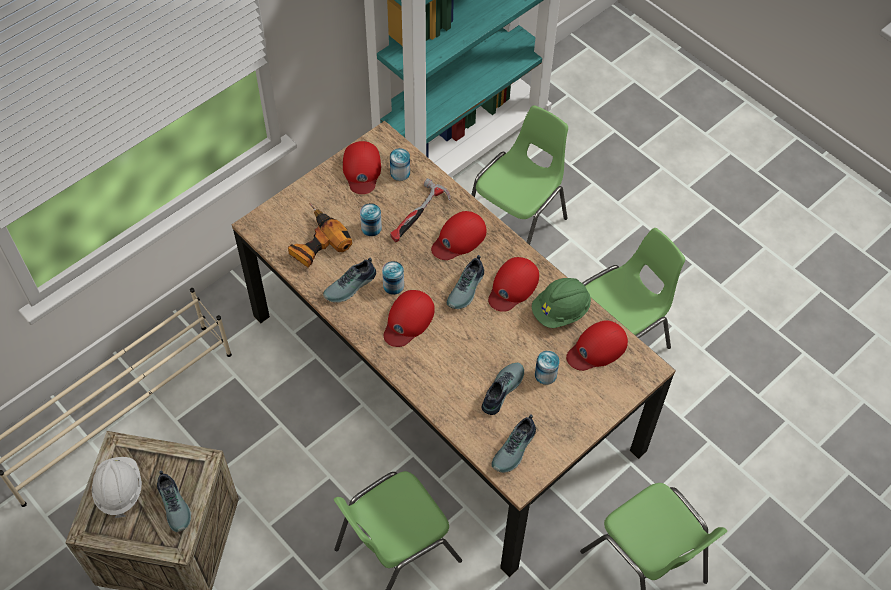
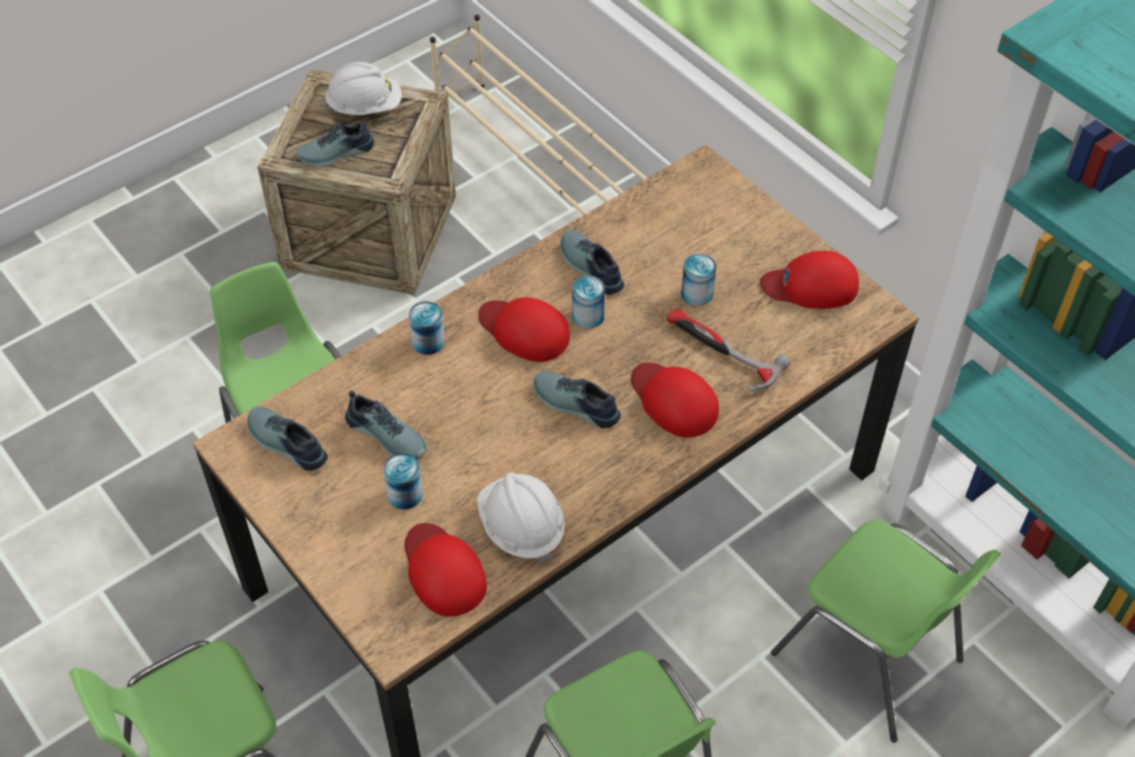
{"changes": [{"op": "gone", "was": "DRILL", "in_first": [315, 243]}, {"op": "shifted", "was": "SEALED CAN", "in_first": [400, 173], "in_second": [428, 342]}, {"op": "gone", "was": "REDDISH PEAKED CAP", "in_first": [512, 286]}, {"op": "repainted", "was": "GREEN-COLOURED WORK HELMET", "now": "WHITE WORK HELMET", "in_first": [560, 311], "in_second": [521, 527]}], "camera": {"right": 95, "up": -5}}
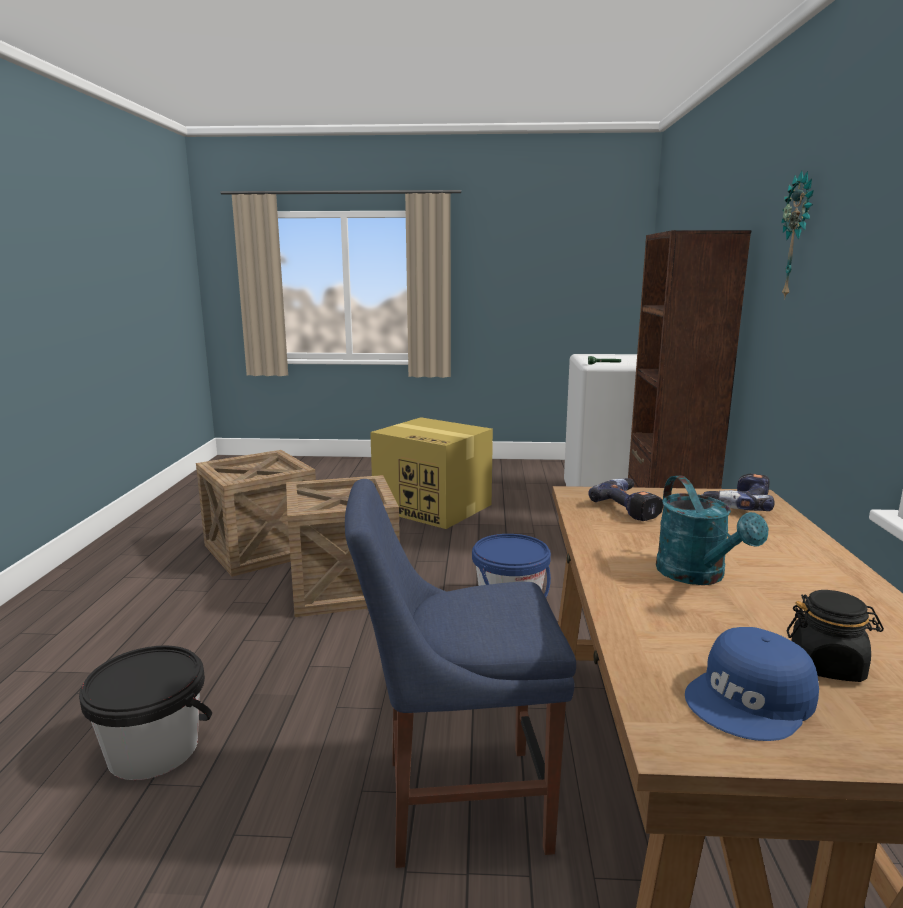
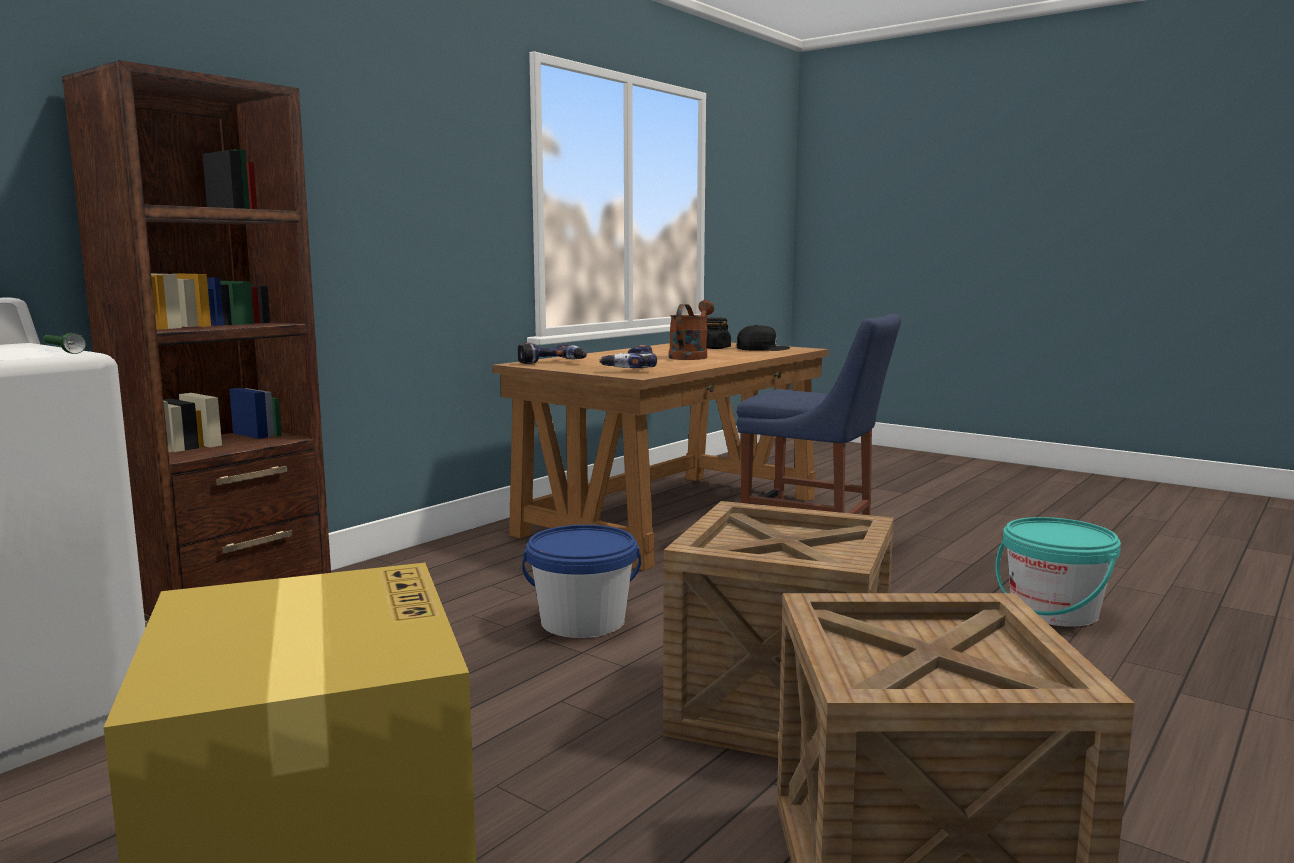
{"changes": [{"op": "repainted", "was": "BLACK PAIL", "now": "TURQUOISE-COLOURED PAIL", "in_first": [153, 749], "in_second": [1054, 611]}, {"op": "repainted", "was": "TURQUOISE-COLOURED WATERING POT", "now": "BROWNISH WATERING POT", "in_first": [698, 576], "in_second": [690, 356]}, {"op": "repainted", "was": "BLUE-COLOURED PEAKED CAP", "now": "BLACK PEAKED CAP", "in_first": [752, 699], "in_second": [762, 348]}, {"op": "gone", "was": "HANGING CLOCK", "in_first": [798, 236]}], "camera": {"right": -145, "up": -5}}
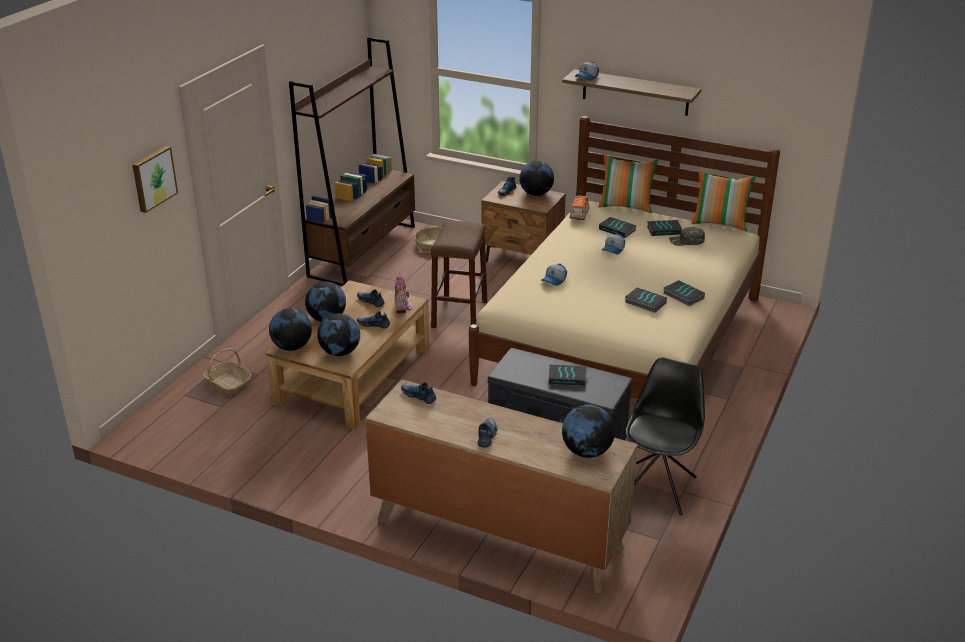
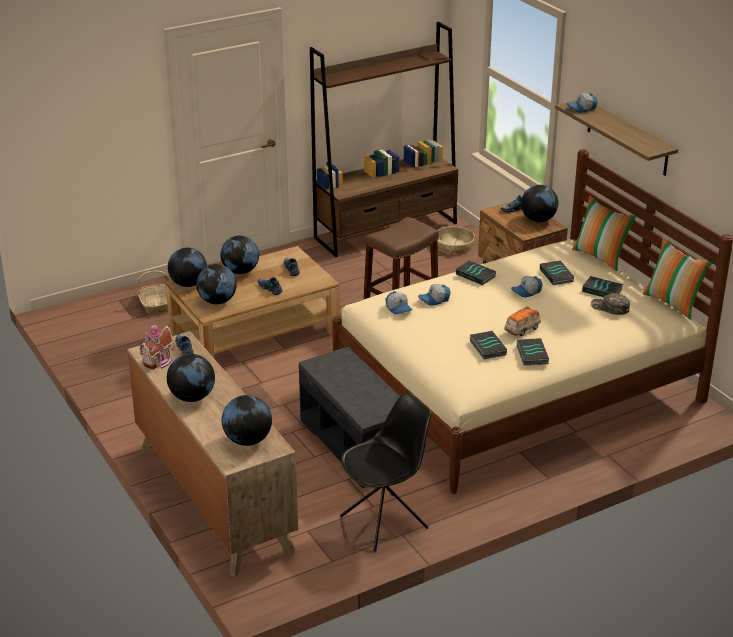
{"changes": [{"op": "gone", "was": "WALL PICTURE", "in_first": [153, 178]}, {"op": "shifted", "was": "MODEL HOUSE", "in_first": [403, 307], "in_second": [159, 362]}, {"op": "swapped", "was": "LOW SHOE", "now": "GLOBE", "in_first": [487, 436], "in_second": [192, 397]}, {"op": "shifted", "was": "BOUND BOOK", "in_first": [567, 377], "in_second": [476, 275]}, {"op": "shifted", "was": "TOY CAR", "in_first": [579, 215], "in_second": [522, 329]}, {"op": "new", "now": "PEAKED CAP", "in_second": [399, 308]}], "camera": {"right": 35, "up": 0}}
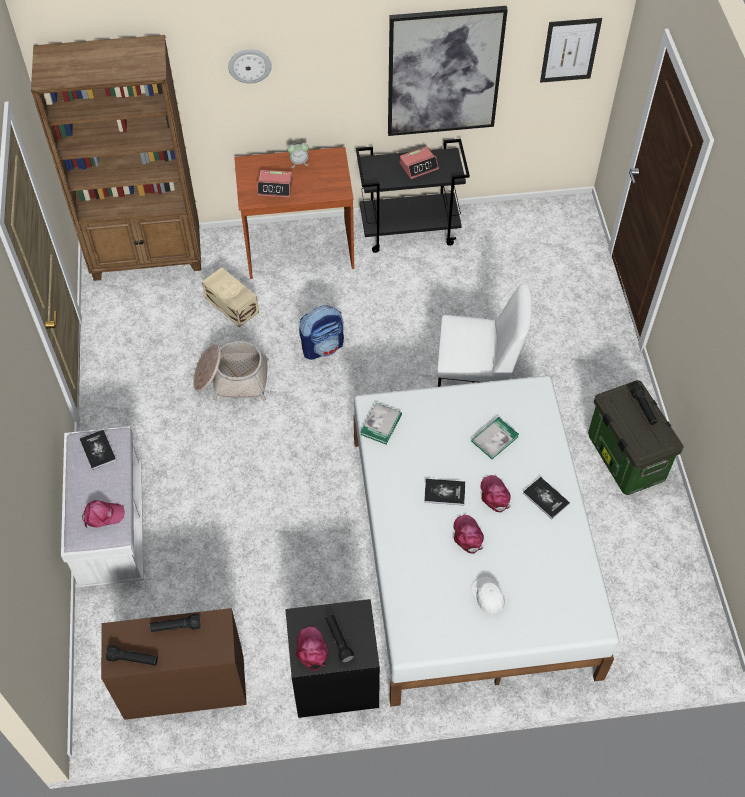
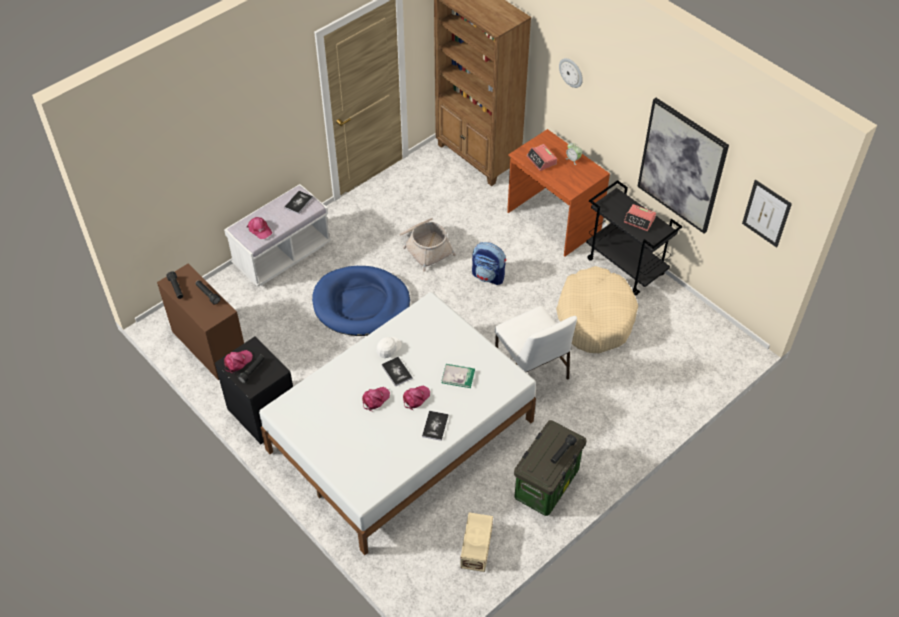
{"changes": [{"op": "shifted", "was": "BEIGE-COLOURED STORAGE CONTAINER", "in_first": [231, 306], "in_second": [475, 548]}, {"op": "gone", "was": "BOUND BOOK", "in_first": [381, 425]}, {"op": "shifted", "was": "WHITE PEAKED CAP", "in_first": [488, 596], "in_second": [388, 348]}, {"op": "new", "now": "BLUE-COLOURED DOG BED", "in_second": [361, 304]}, {"op": "new", "now": "BEIGE-COLOURED DOG BED", "in_second": [595, 317]}], "camera": {"right": 55, "up": -5}}
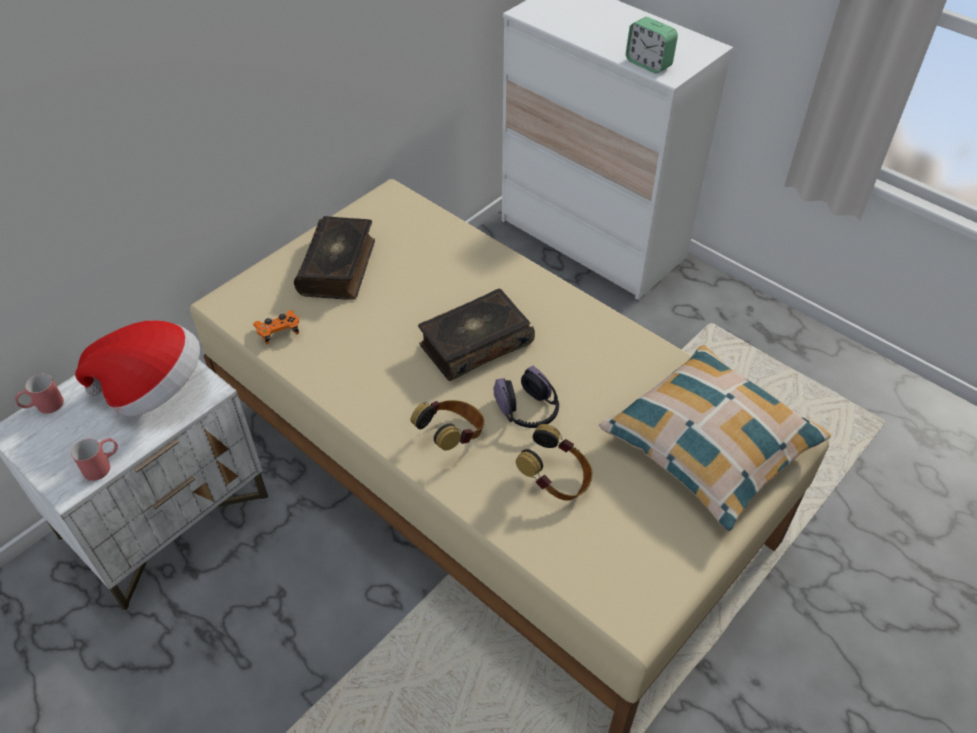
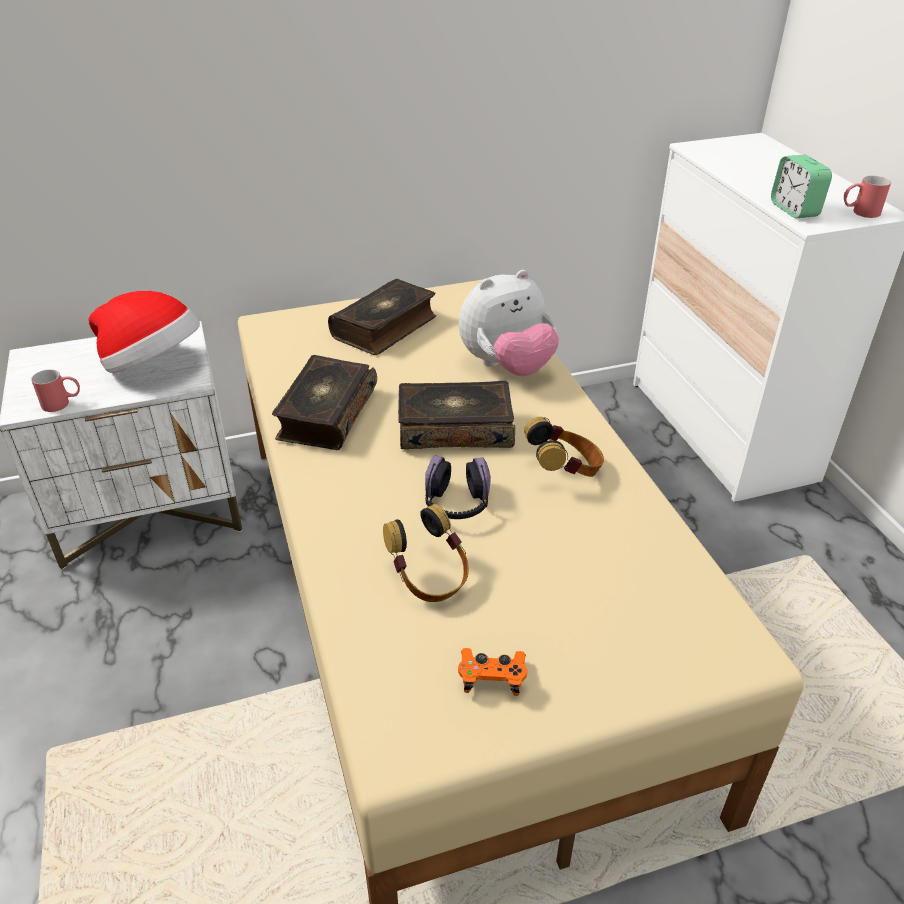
{"changes": [{"op": "shifted", "was": "REDDISH COFFEE MUG", "in_first": [43, 406], "in_second": [859, 212]}, {"op": "shifted", "was": "ORANGE-COLOURED GAMEPAD", "in_first": [278, 332], "in_second": [492, 678]}, {"op": "shifted", "was": "PAIR OF HEADPHONES", "in_first": [452, 436], "in_second": [564, 471]}, {"op": "gone", "was": "PILLOW", "in_first": [710, 444]}, {"op": "new", "now": "BOUND BOOK", "in_second": [326, 414]}, {"op": "new", "now": "SOFT TOY", "in_second": [507, 367]}], "camera": {"right": 30, "up": -10}}
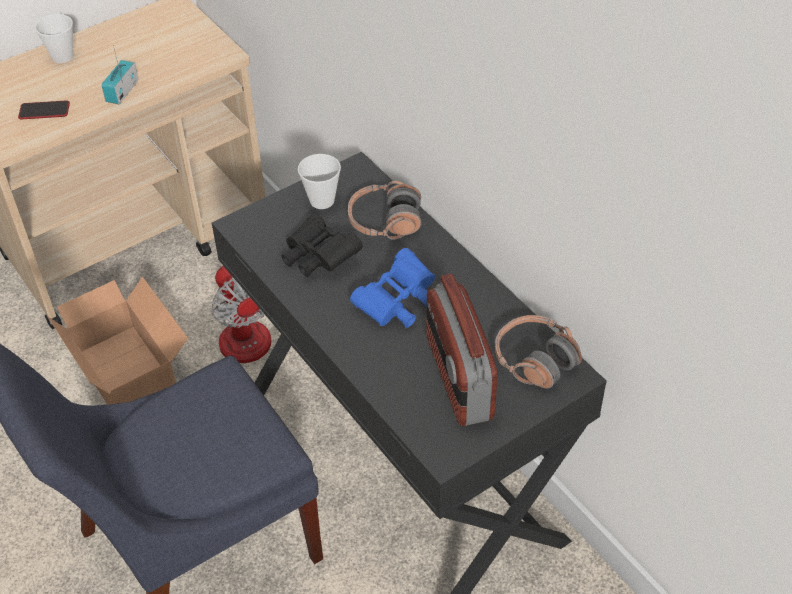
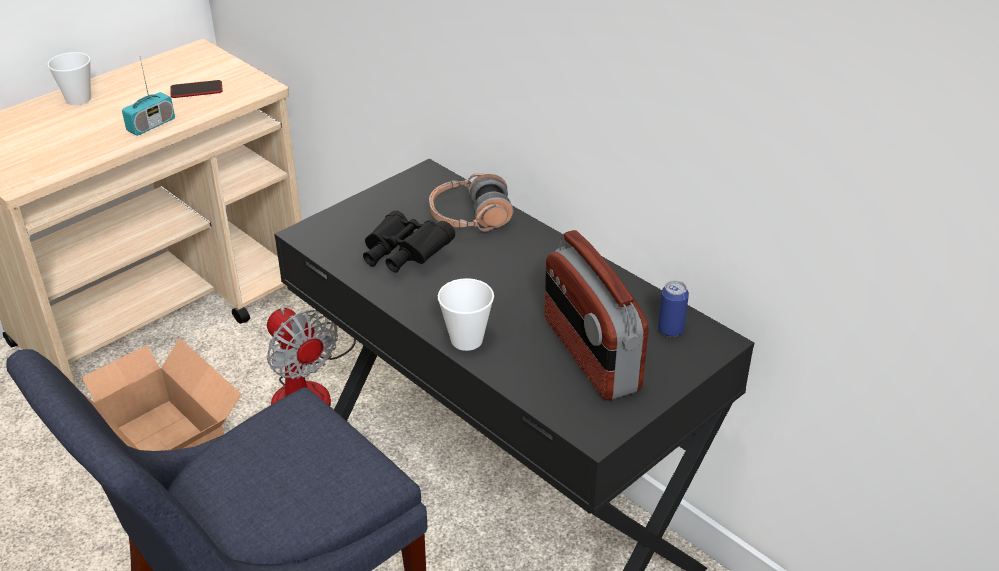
{"changes": [{"op": "shifted", "was": "PHONE", "in_first": [44, 111], "in_second": [196, 90]}, {"op": "rotated", "was": "RADIO", "in_first": [122, 91], "in_second": [151, 125], "clockwise": -150}, {"op": "shifted", "was": "CUP", "in_first": [322, 200], "in_second": [466, 340]}, {"op": "gone", "was": "BLUE-COLOURED FIELD GLASSES", "in_first": [398, 303]}, {"op": "swapped", "was": "PAIR OF HEADPHONES", "now": "SEALED CAN", "in_first": [535, 360], "in_second": [670, 330]}], "camera": {"right": -10, "up": -10}}
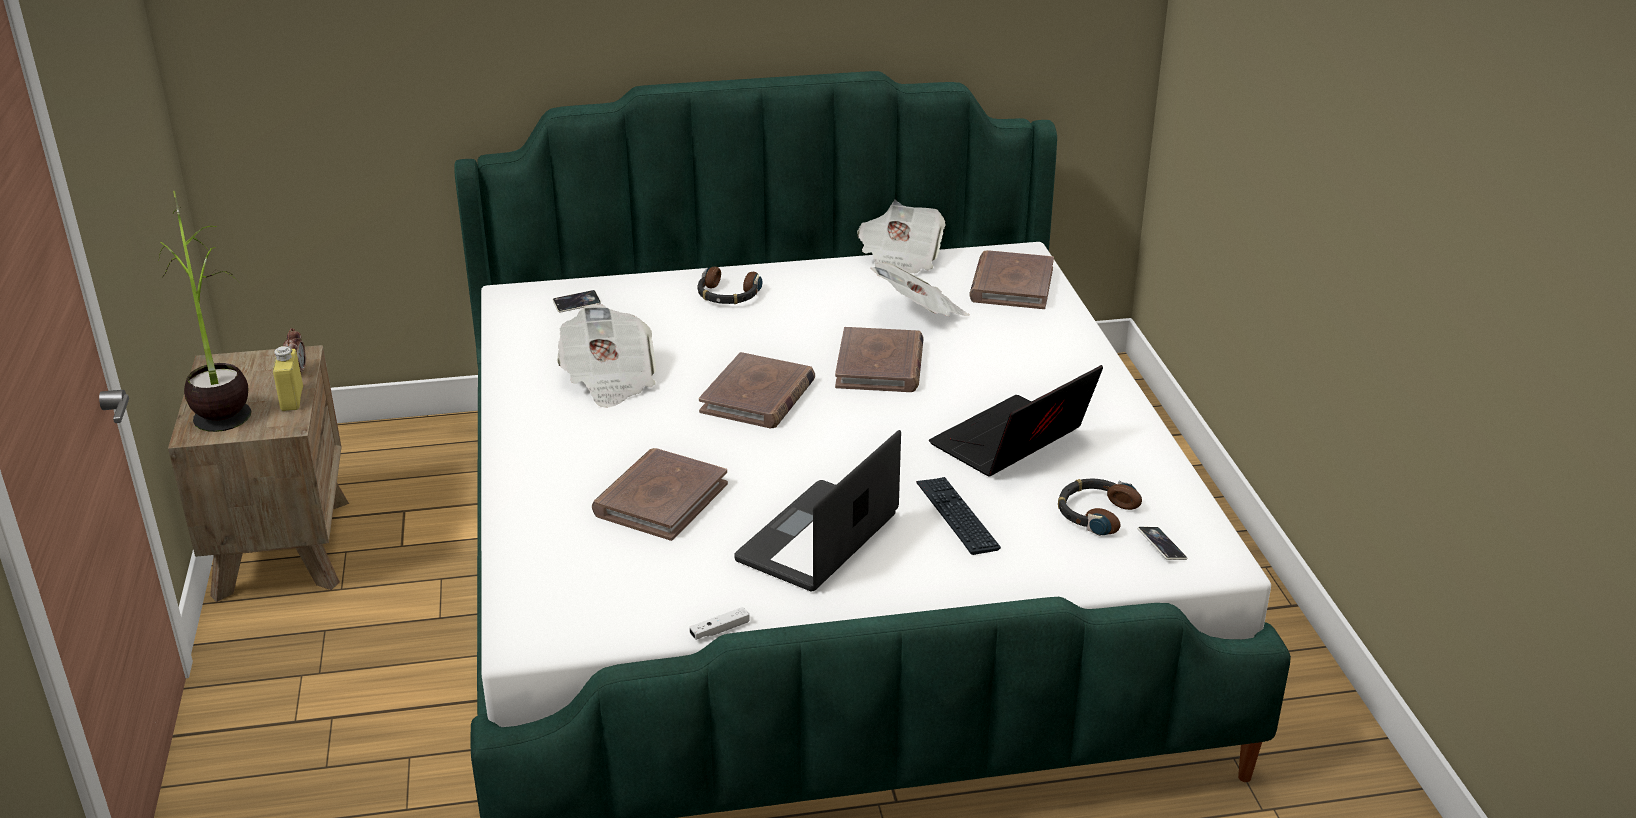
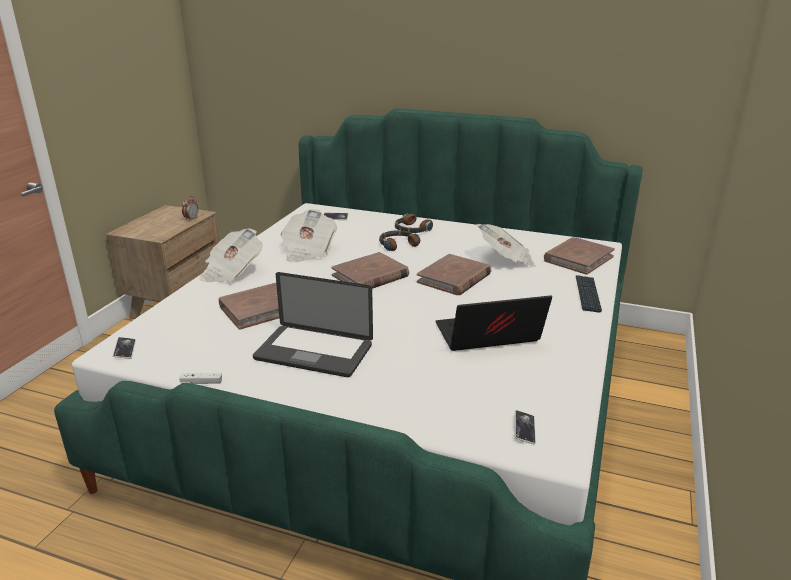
{"changes": [{"op": "gone", "was": "HOUSEPLANT", "in_first": [221, 398]}, {"op": "gone", "was": "YELLOW BEVERAGE BOTTLE", "in_first": [292, 399]}, {"op": "rotated", "was": "NOTEBOOK COMPUTER", "in_first": [818, 538], "in_second": [313, 352], "clockwise": -135}, {"op": "shifted", "was": "DAILY PAPER", "in_first": [899, 259], "in_second": [231, 272]}, {"op": "shifted", "was": "PC KEYBOARD", "in_first": [957, 517], "in_second": [587, 294]}, {"op": "shifted", "was": "PAIR OF HEADPHONES", "in_first": [1095, 513], "in_second": [398, 244]}, {"op": "new", "now": "PHONE", "in_second": [125, 350]}], "camera": {"right": 30, "up": -5}}
